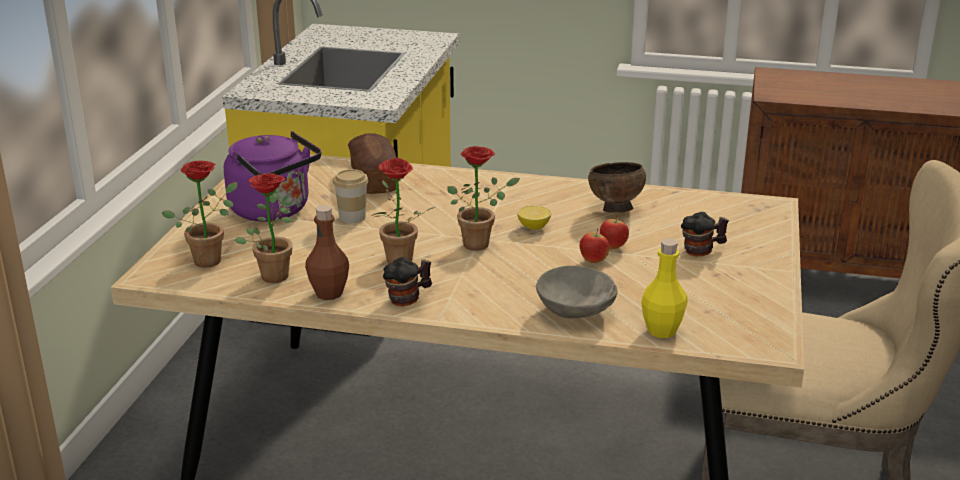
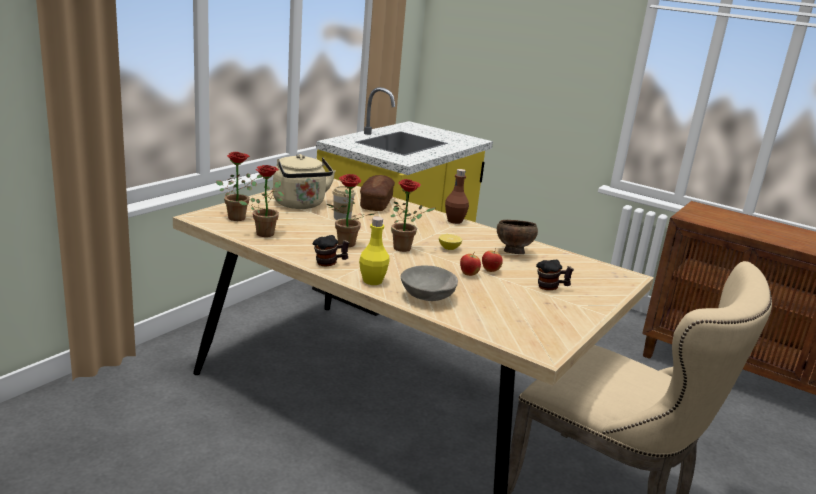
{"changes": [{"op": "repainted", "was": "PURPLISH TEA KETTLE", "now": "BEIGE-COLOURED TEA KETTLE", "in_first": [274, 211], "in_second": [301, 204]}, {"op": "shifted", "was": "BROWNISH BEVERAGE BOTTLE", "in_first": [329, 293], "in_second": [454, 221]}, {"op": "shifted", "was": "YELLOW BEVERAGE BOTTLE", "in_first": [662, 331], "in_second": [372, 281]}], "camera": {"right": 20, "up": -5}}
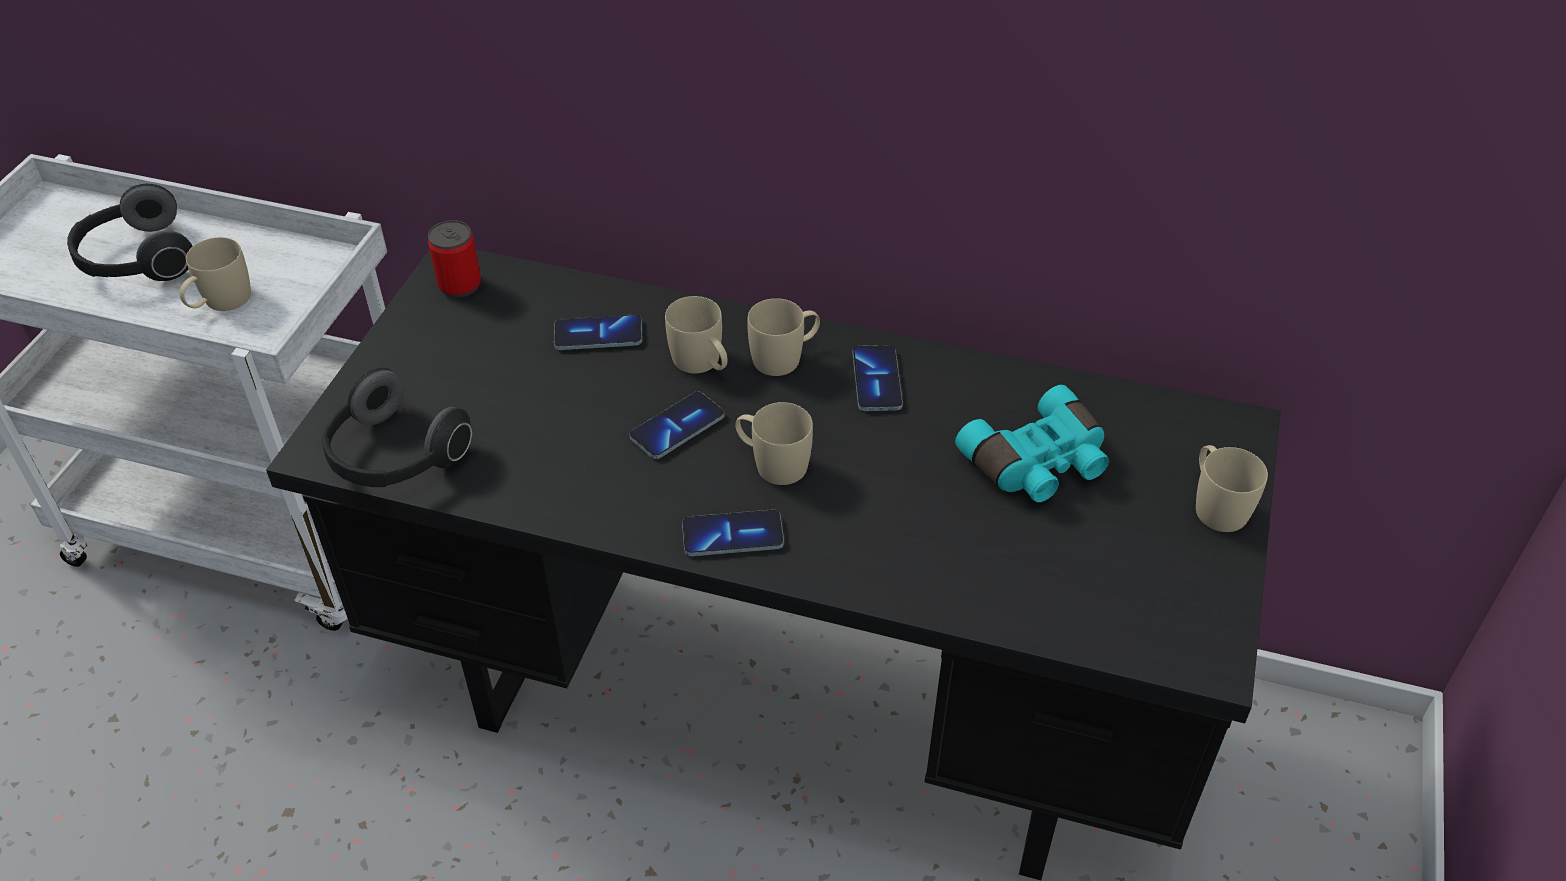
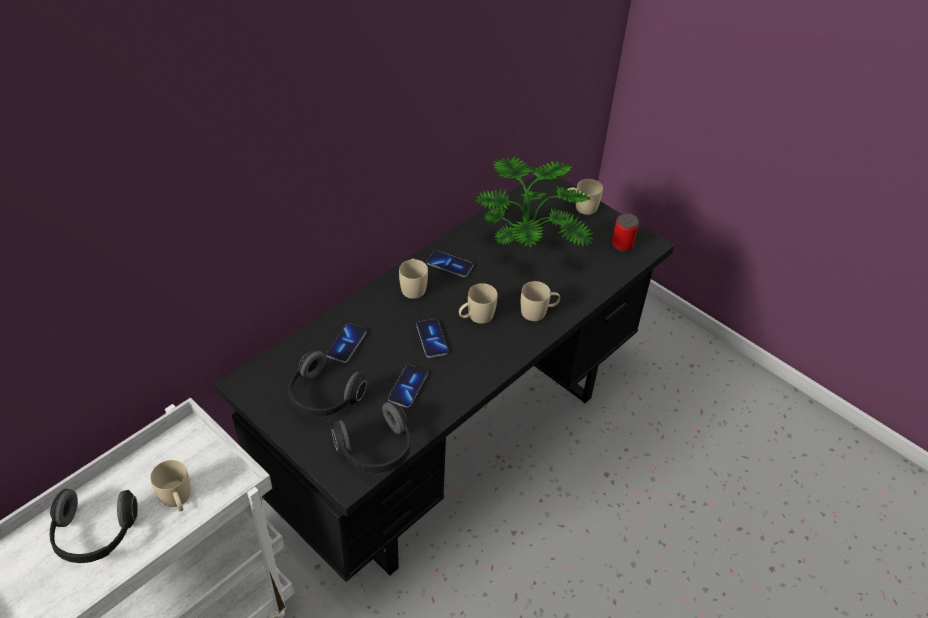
{"changes": [{"op": "shifted", "was": "SEALED CAN", "in_first": [460, 285], "in_second": [622, 245]}, {"op": "shifted", "was": "BEIGE-COLOURED COFFEE MUG", "in_first": [702, 364], "in_second": [538, 312]}, {"op": "shifted", "was": "PHONE", "in_first": [732, 535], "in_second": [408, 387]}, {"op": "swapped", "was": "TURQUOISE-COLOURED FIELD GLASSES", "now": "HOUSEPLANT", "in_first": [1038, 464], "in_second": [531, 241]}, {"op": "new", "now": "PAIR OF HEADPHONES", "in_second": [323, 398]}], "camera": {"right": -65, "up": 0}}
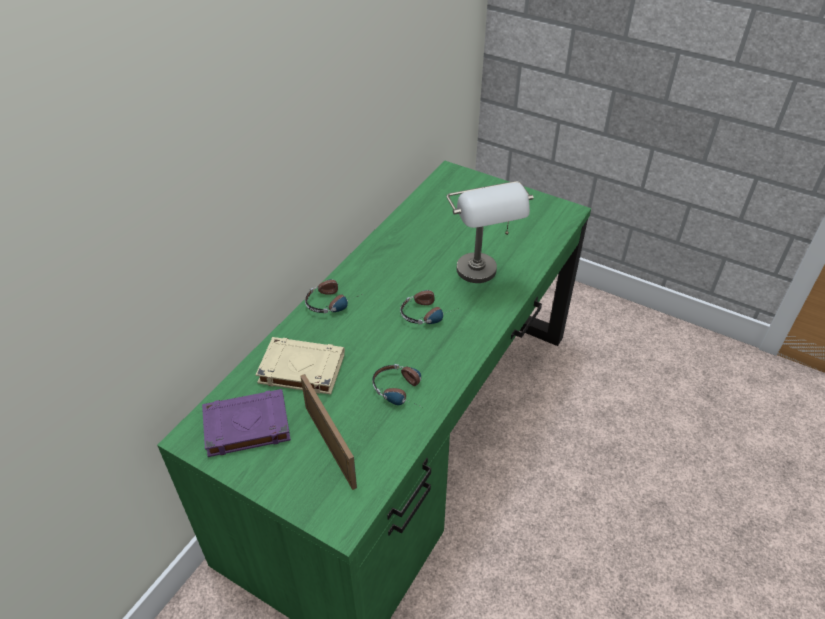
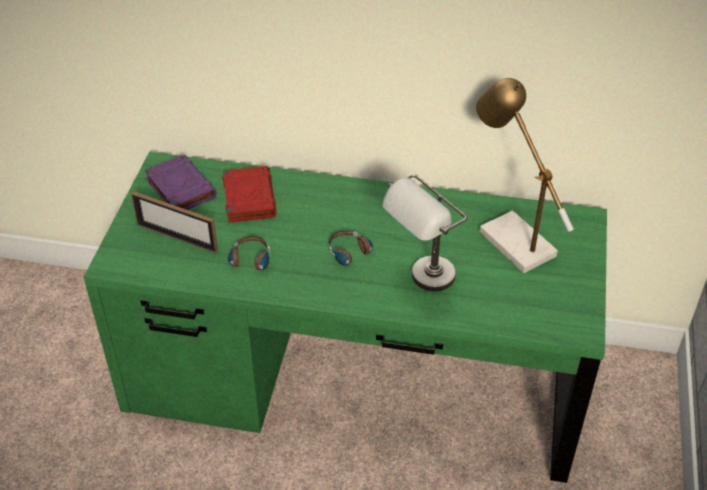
{"changes": [{"op": "repainted", "was": "BEIGE-COLOURED BOUND BOOK", "now": "REDDISH BOUND BOOK", "in_first": [300, 369], "in_second": [249, 197]}, {"op": "rotated", "was": "PICTURE FRAME", "in_first": [330, 446], "in_second": [177, 237], "clockwise": 75}, {"op": "gone", "was": "PAIR OF HEADPHONES", "in_first": [333, 301]}, {"op": "new", "now": "LAMP FOR A TABLE", "in_second": [509, 238]}], "camera": {"right": 70, "up": 0}}
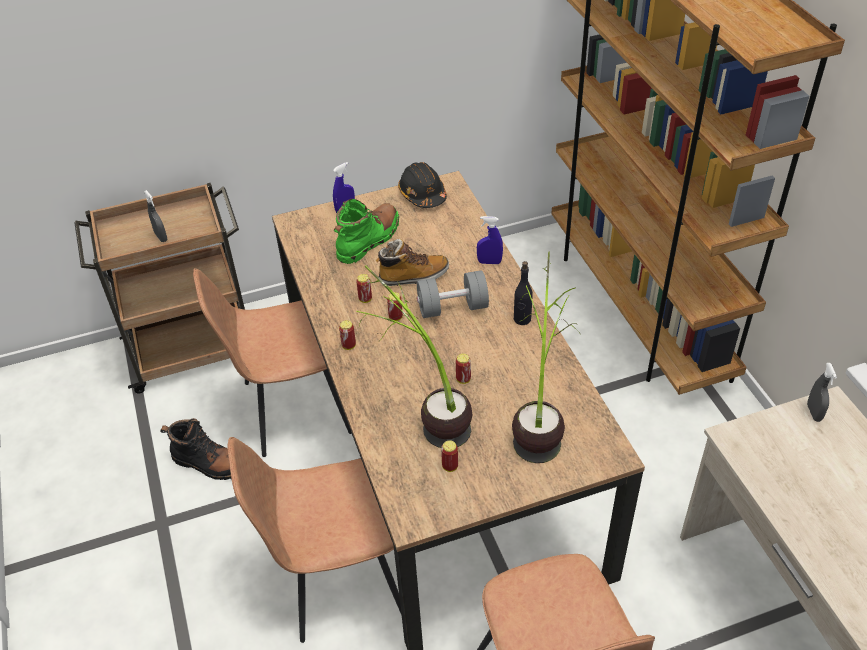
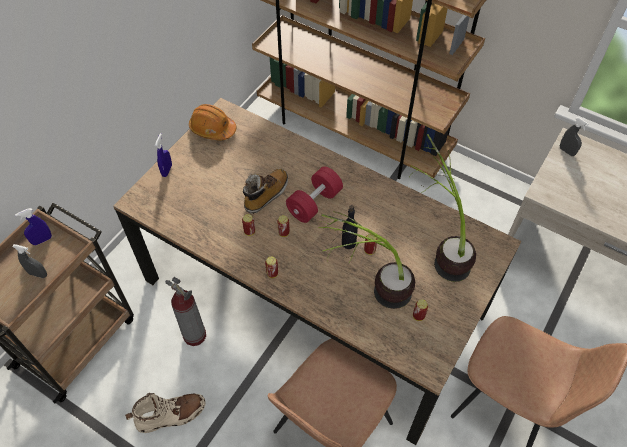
{"changes": [{"op": "repainted", "was": "BLACK BOOT", "now": "BEIGE-COLOURED BOOT", "in_first": [210, 463], "in_second": [171, 415]}, {"op": "swapped", "was": "BROWNISH CHAIR", "now": "FIRE-FIGHTING CYLINDER", "in_first": [293, 408], "in_second": [194, 335]}, {"op": "gone", "was": "GREEN-COLOURED BOOT", "in_first": [369, 240]}, {"op": "repainted", "was": "BLACK WORK HELMET", "now": "ORANGE-COLOURED WORK HELMET", "in_first": [422, 194], "in_second": [212, 129]}, {"op": "repainted", "was": "GREY DUMBBELL", "now": "REDDISH DUMBBELL", "in_first": [452, 307], "in_second": [314, 203]}, {"op": "shifted", "was": "BLUE-COLOURED SPRAY BOTTLE", "in_first": [489, 262], "in_second": [42, 240]}, {"op": "shifted", "was": "BLACK BEVERAGE BOTTLE", "in_first": [522, 319], "in_second": [348, 243]}], "camera": {"right": -40, "up": 10}}
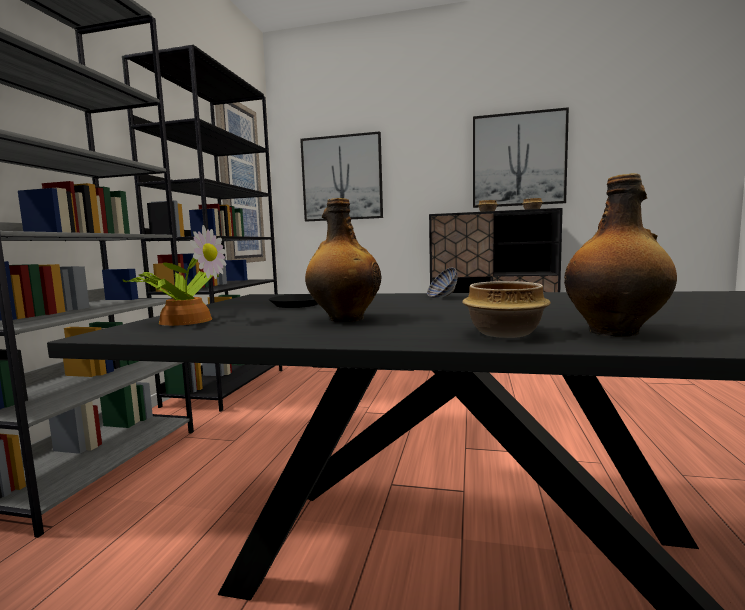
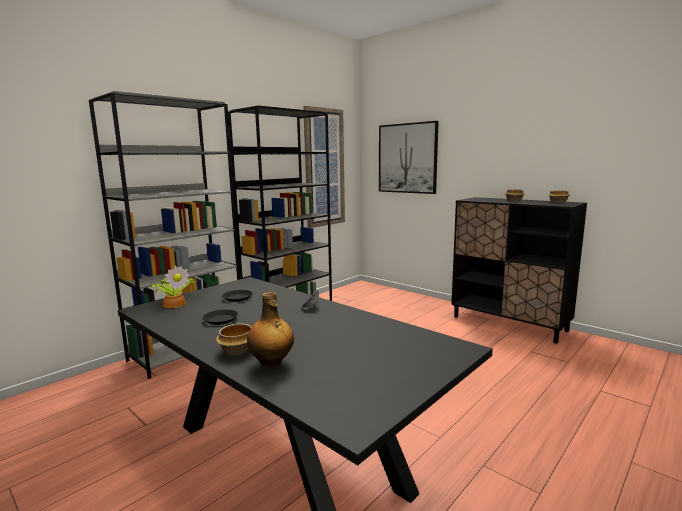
{"changes": [{"op": "swapped", "was": "BEVERAGE BOTTLE", "now": "BLACK DINNER PLATE", "in_first": [344, 319], "in_second": [220, 319]}, {"op": "gone", "was": "WALL PICTURE", "in_first": [518, 160]}], "camera": {"right": 30, "up": 5}}
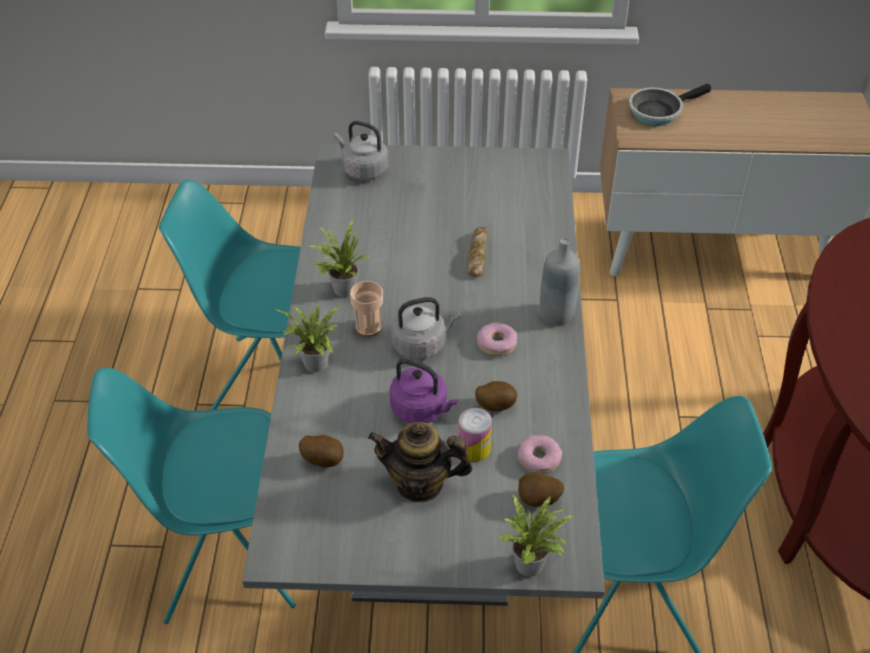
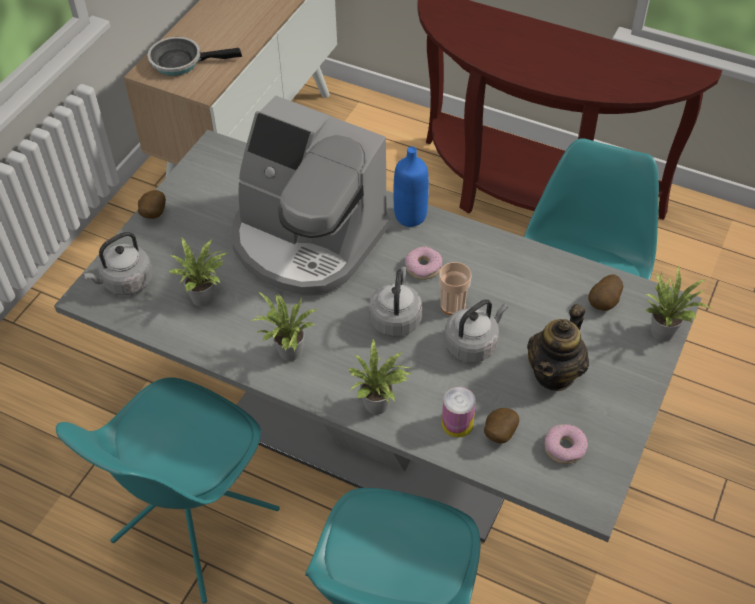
{"changes": [{"op": "shifted", "was": "CUP", "in_first": [368, 327], "in_second": [453, 305]}, {"op": "repainted", "was": "PURPLISH TEA KETTLE", "now": "GREY TEA KETTLE", "in_first": [421, 409], "in_second": [473, 344]}, {"op": "shifted", "was": "SEALED CAN", "in_first": [474, 448], "in_second": [457, 423]}, {"op": "swapped", "was": "BAKED BREAD", "now": "COFFEE BREWER", "in_first": [477, 255], "in_second": [306, 241]}, {"op": "shifted", "was": "SPUD", "in_first": [494, 405], "in_second": [153, 215]}, {"op": "shifted", "was": "DONUT", "in_first": [539, 458], "in_second": [564, 447]}, {"op": "repainted", "was": "GREY BEVERAGE BOTTLE", "now": "BLUE-COLOURED BEVERAGE BOTTLE", "in_first": [556, 314], "in_second": [410, 216]}, {"op": "rotated", "was": "SKILLET", "in_first": [658, 111], "in_second": [181, 61], "clockwise": 90}, {"op": "new", "now": "HOUSEPLANT", "in_second": [206, 298]}], "camera": {"right": -65, "up": 5}}
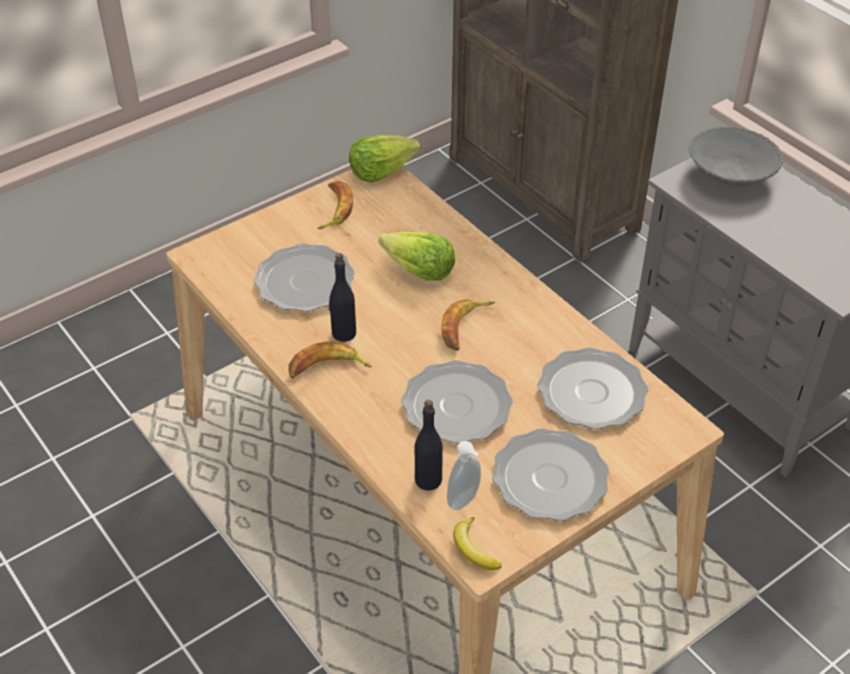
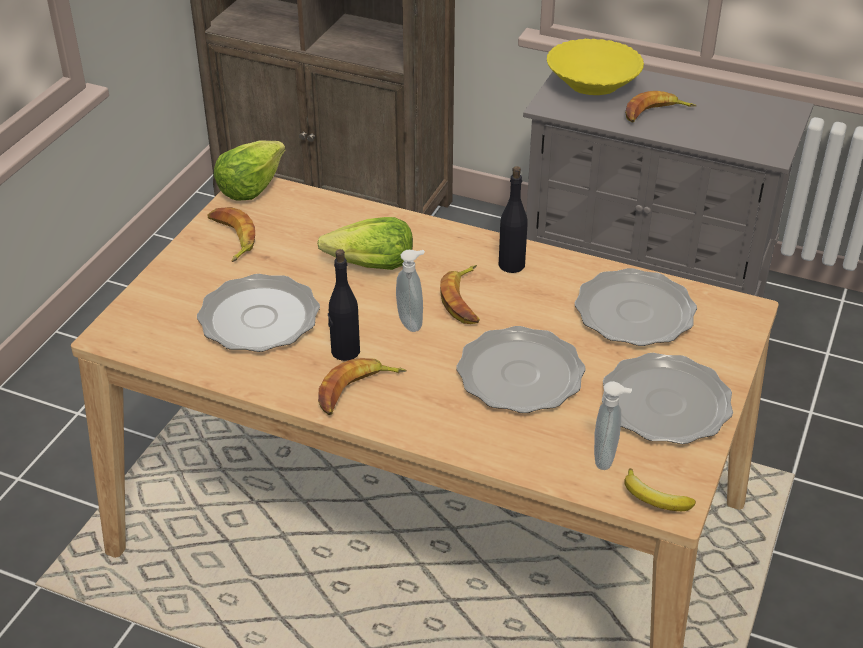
{"changes": [{"op": "shifted", "was": "BLACK BEVERAGE BOTTLE", "in_first": [428, 479], "in_second": [511, 264]}, {"op": "repainted", "was": "GREY DEEP DISH", "now": "YELLOW DEEP DISH", "in_first": [730, 174], "in_second": [592, 85]}, {"op": "new", "now": "SOAP BOTTLE", "in_second": [412, 322]}, {"op": "new", "now": "BANANA", "in_second": [655, 113]}], "camera": {"right": -30, "up": -5}}
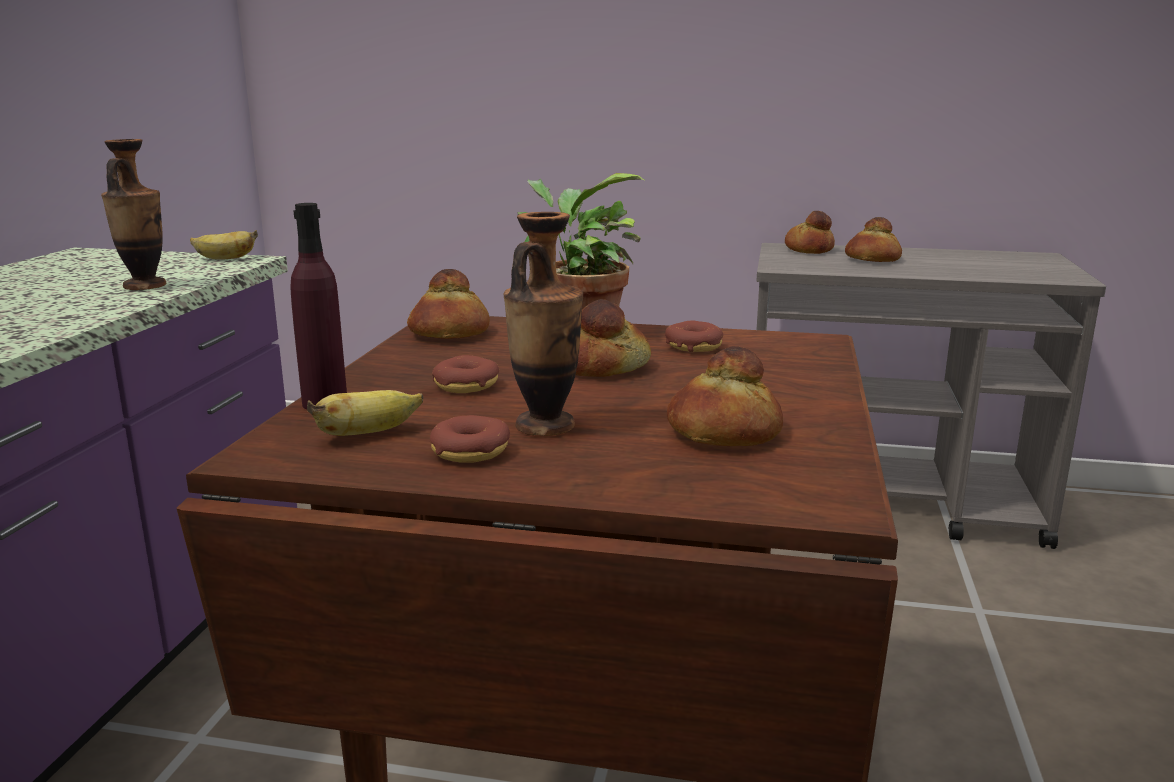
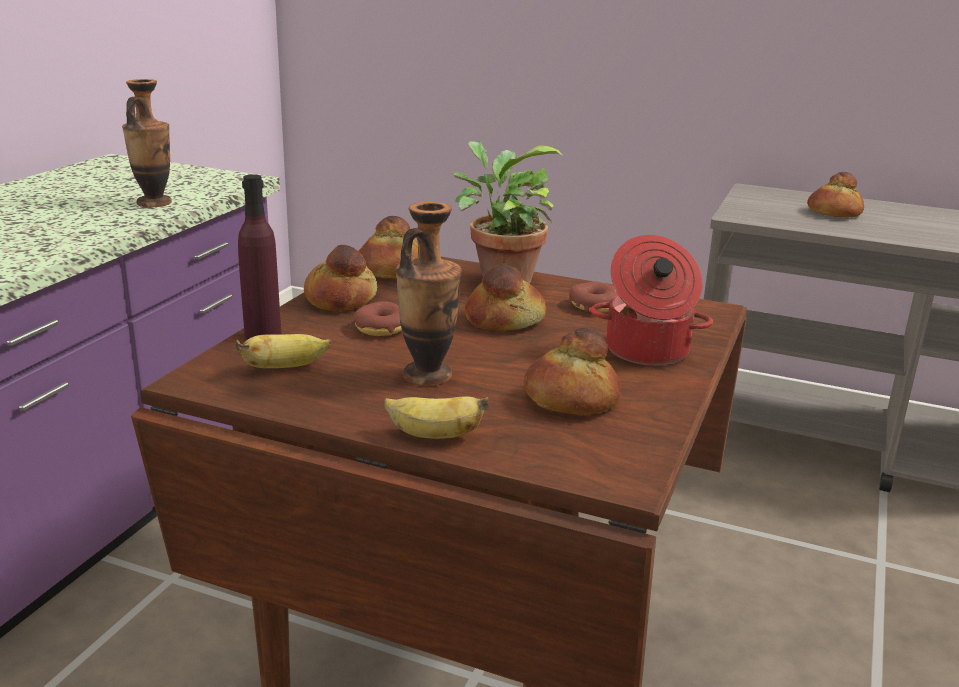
{"changes": [{"op": "shifted", "was": "BANANA", "in_first": [224, 259], "in_second": [433, 436]}, {"op": "gone", "was": "DONUT", "in_first": [470, 452]}, {"op": "shifted", "was": "BAKED BREAD", "in_first": [809, 250], "in_second": [342, 299]}, {"op": "new", "now": "COOKING POT", "in_second": [646, 351]}], "camera": {"right": 10, "up": 5}}
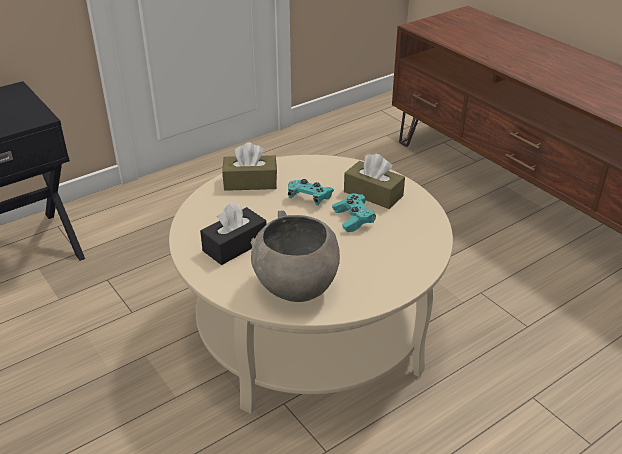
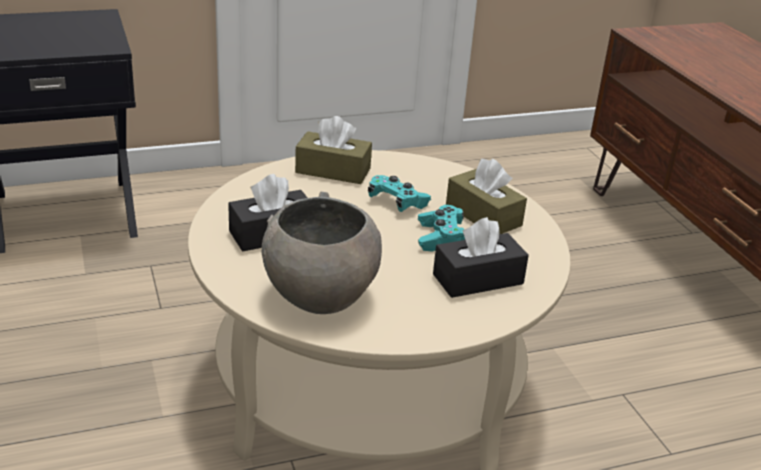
{"changes": [{"op": "new", "now": "BLACK TISSUE BOX", "in_second": [478, 279]}], "camera": {"right": 15, "up": -5}}
